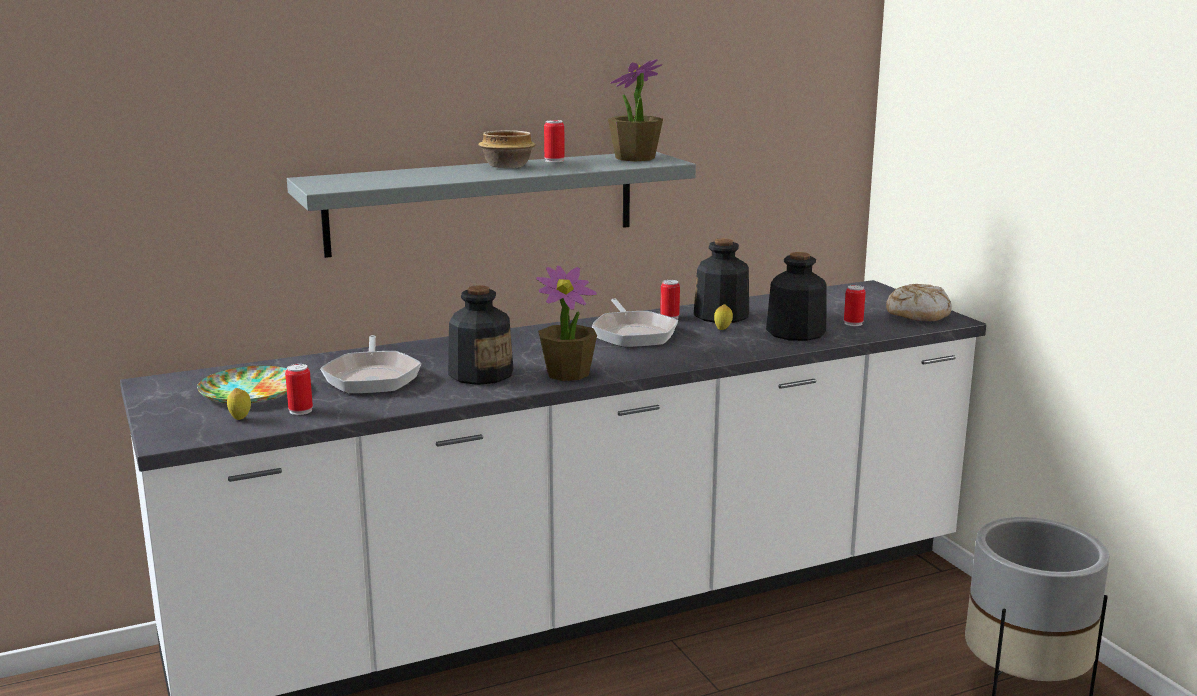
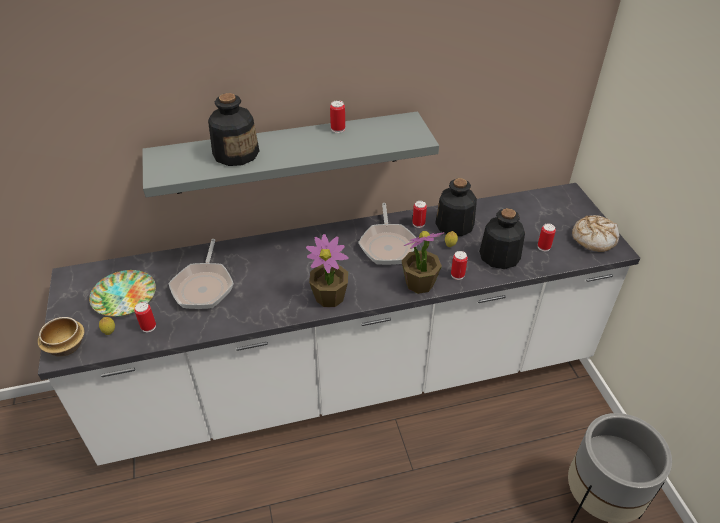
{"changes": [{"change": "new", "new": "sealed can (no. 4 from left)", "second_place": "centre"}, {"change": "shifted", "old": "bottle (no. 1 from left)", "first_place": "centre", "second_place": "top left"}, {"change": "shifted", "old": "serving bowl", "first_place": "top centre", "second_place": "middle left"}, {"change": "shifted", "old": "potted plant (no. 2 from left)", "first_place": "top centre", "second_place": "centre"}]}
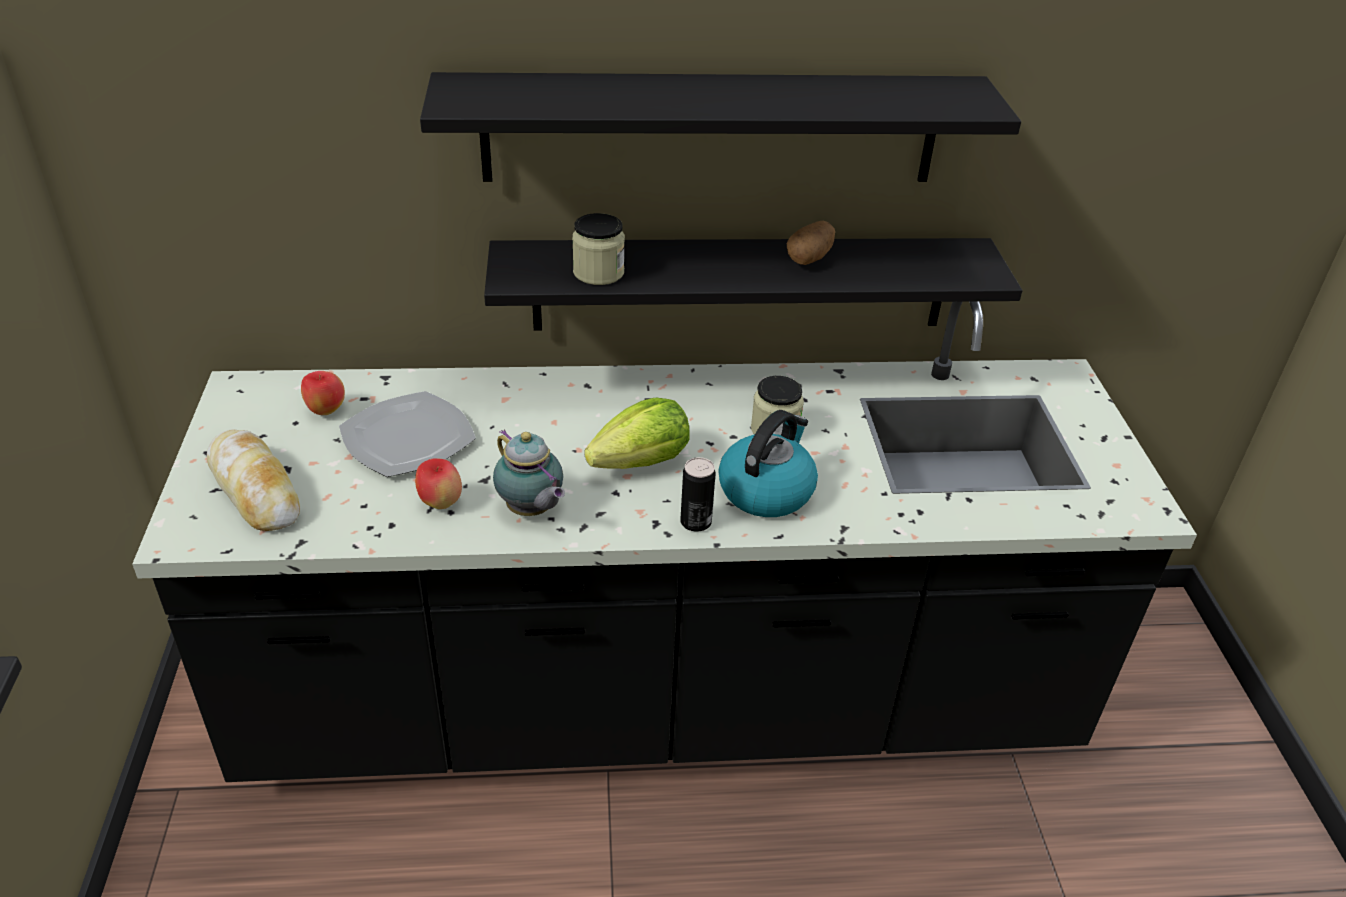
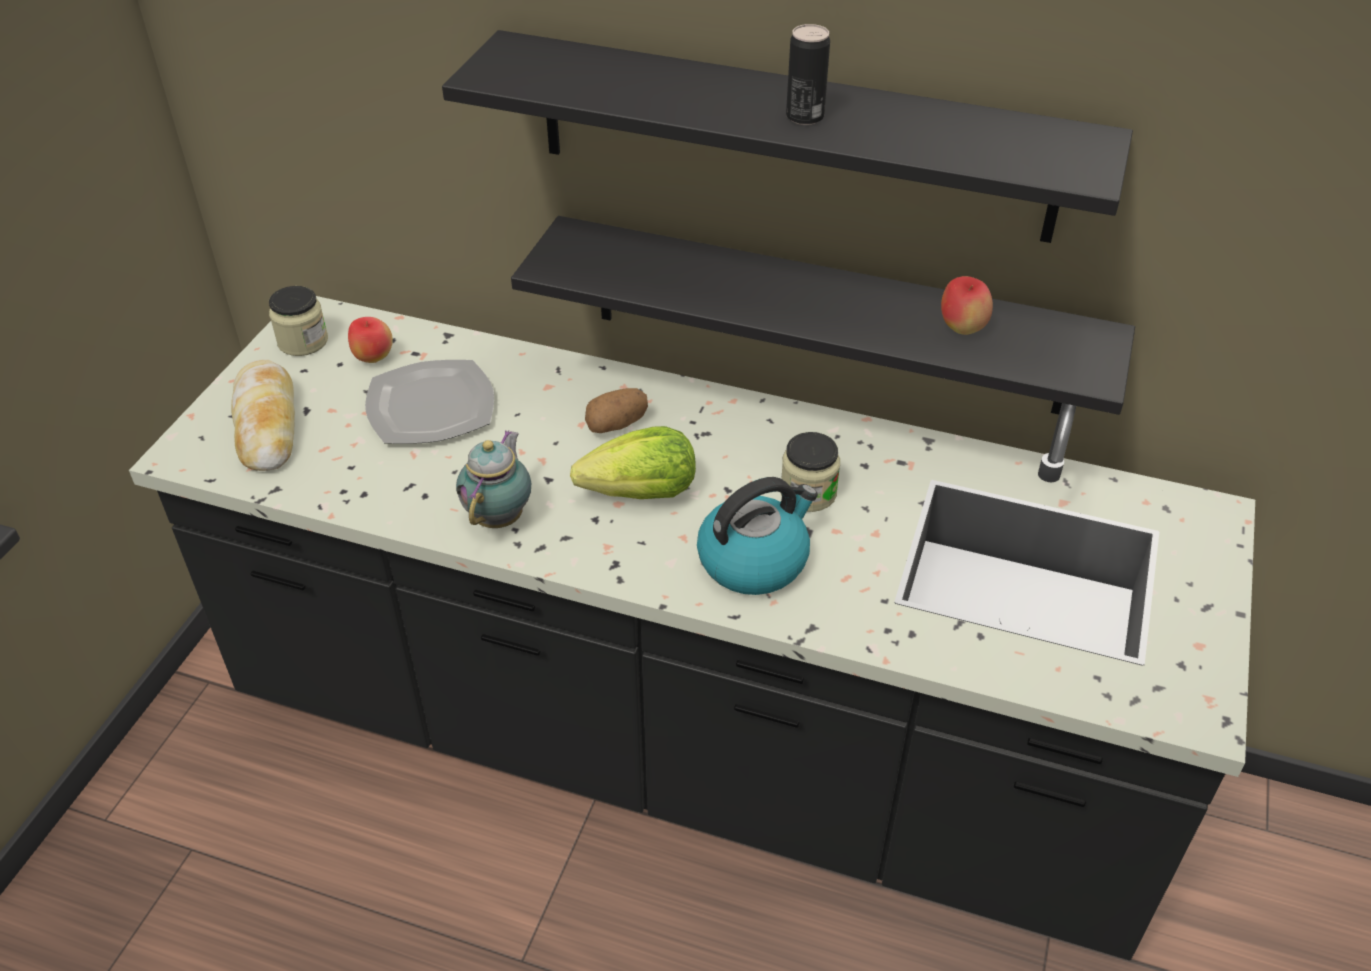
{"changes": [{"change": "shifted", "old": "apple (no. 2 from left)", "first_place": "middle left", "second_place": "top right"}, {"change": "shifted", "old": "preserve jar (no. 1 from left)", "first_place": "top centre", "second_place": "top left"}, {"change": "shifted", "old": "sealed can", "first_place": "centre", "second_place": "top centre"}, {"change": "shifted", "old": "whole potato", "first_place": "top centre", "second_place": "centre"}, {"change": "rotated", "old": "pot for tea", "first_place": "centre", "second_place": "centre", "degrees": -150}]}
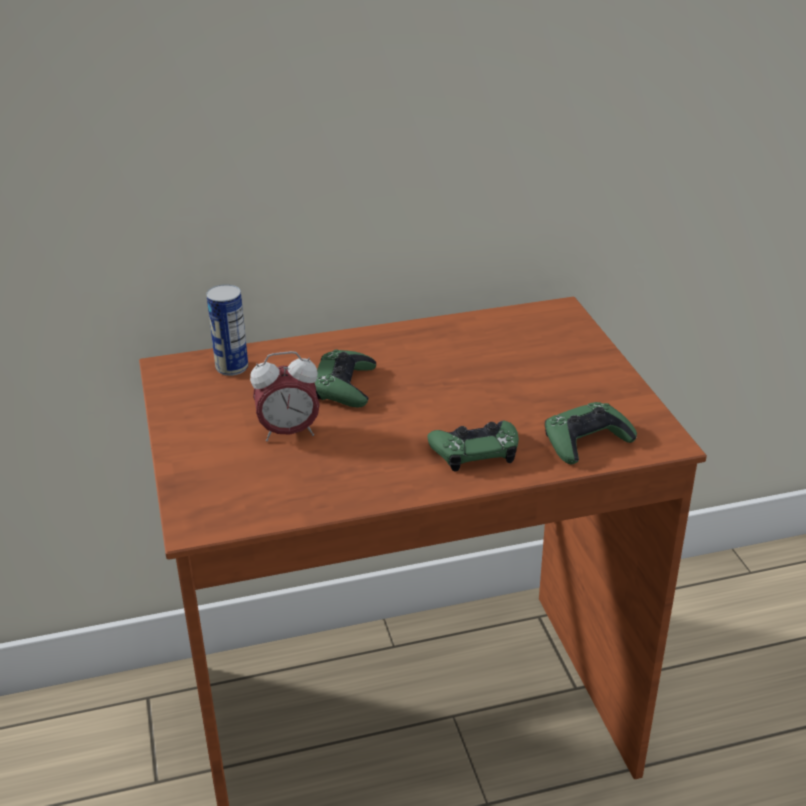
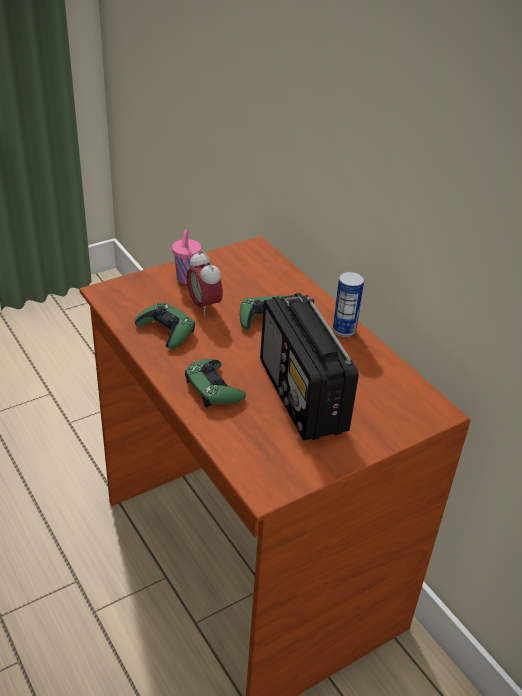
{"changes": [{"change": "new", "new": "cup in pink", "second_place": "centre"}, {"change": "new", "new": "radio receiver", "second_place": "centre"}, {"change": "shifted", "old": "sealed can", "first_place": "middle left", "second_place": "middle right"}, {"change": "shifted", "old": "gamepad in green-coloured (no. 3 from left in the first image)", "new": "gamepad in green-coloured (no. 1 from left)", "first_place": "middle right", "second_place": "middle left"}]}
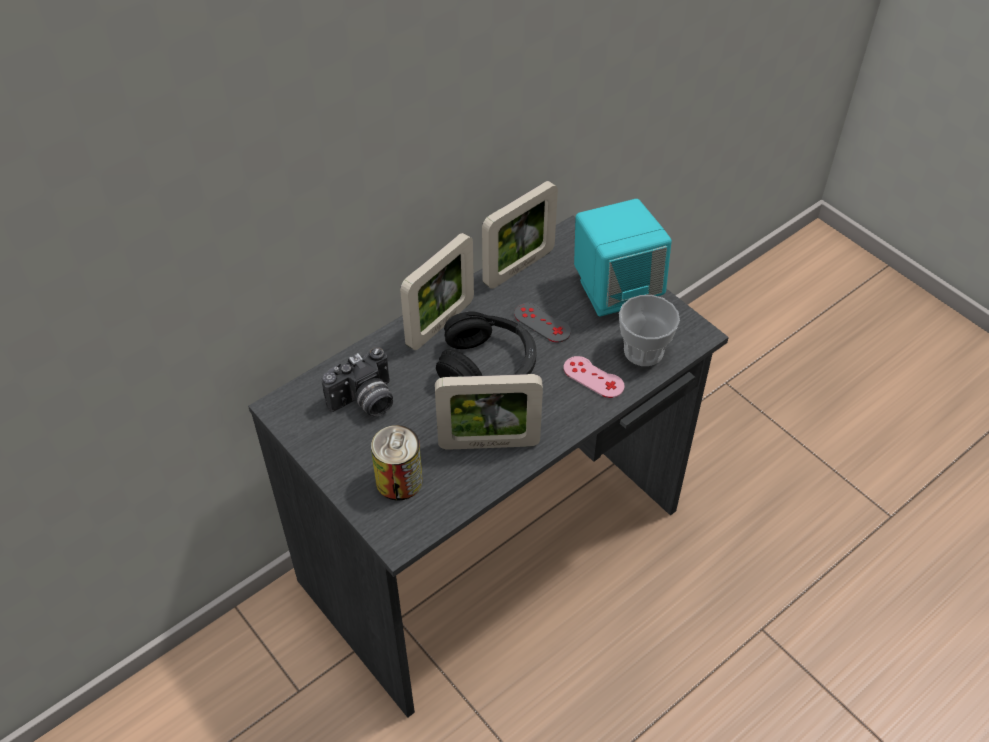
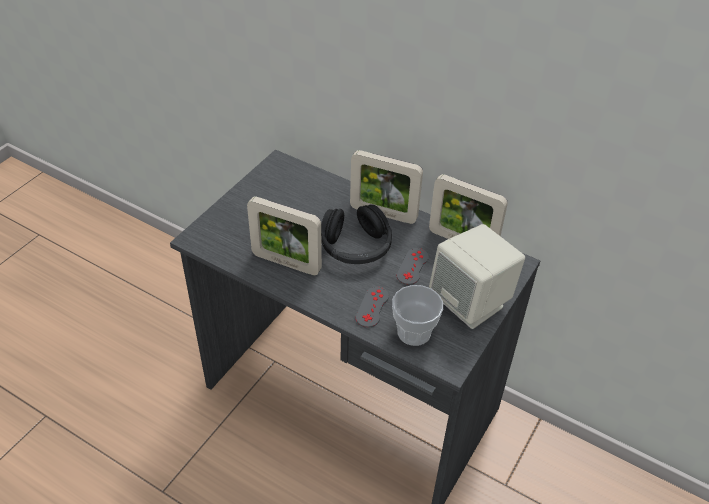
{"changes": [{"change": "gone", "old": "photo camera", "first_place": "centre"}, {"change": "gone", "old": "sealed can", "first_place": "centre"}, {"change": "repainted", "old": "gamepad in pink", "new": "gamepad in greyish (no. 1 from left)", "first_place": "centre", "second_place": "centre"}, {"change": "repainted", "old": "loudspeaker in blue-green", "new": "loudspeaker in beige-coloured", "first_place": "centre", "second_place": "middle right"}, {"change": "rotated", "old": "standing frame (no. 2 from left in the first image)", "first_place": "centre", "second_place": "centre", "degrees": -45}]}
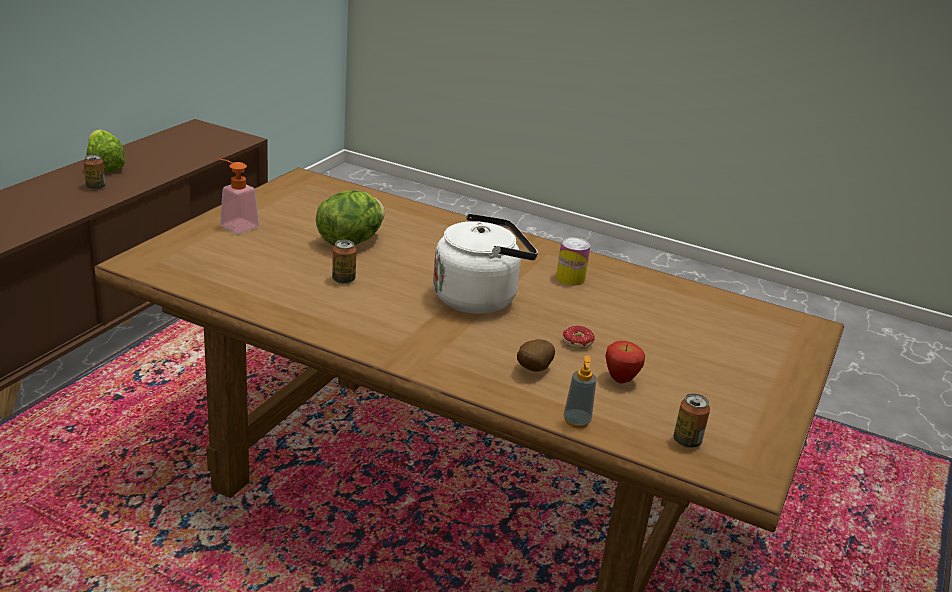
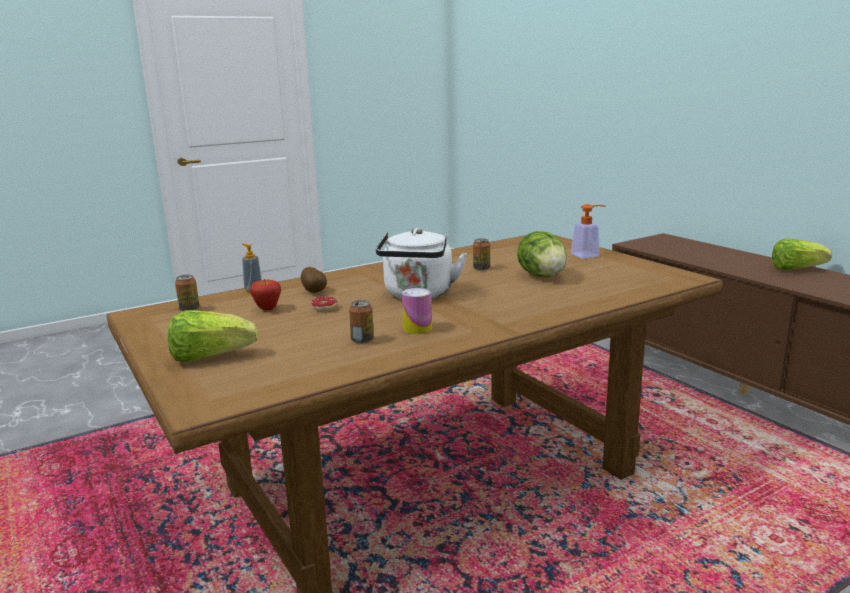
{"changes": [{"change": "new", "new": "lettuce head (no. 1 from left)", "second_place": "middle left"}, {"change": "shifted", "old": "sealed can (no. 1 from left in the first image)", "new": "sealed can (no. 2 from left)", "first_place": "top left", "second_place": "centre"}]}
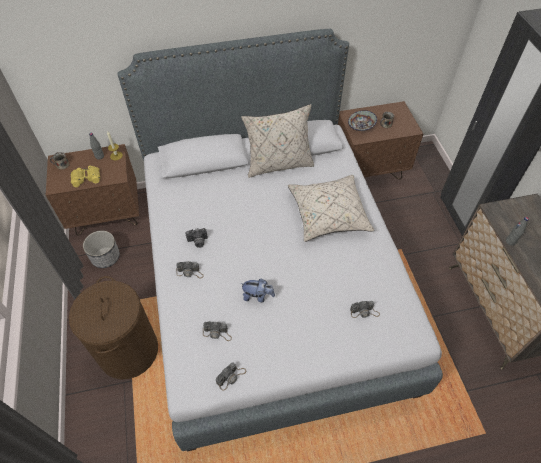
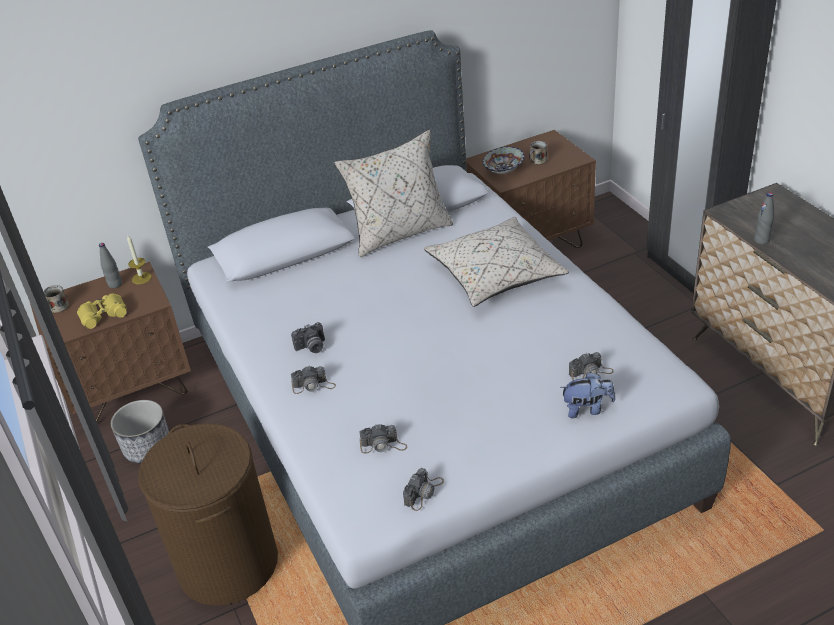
{"changes": [{"change": "shifted", "old": "plush toy", "first_place": "centre", "second_place": "middle right"}]}
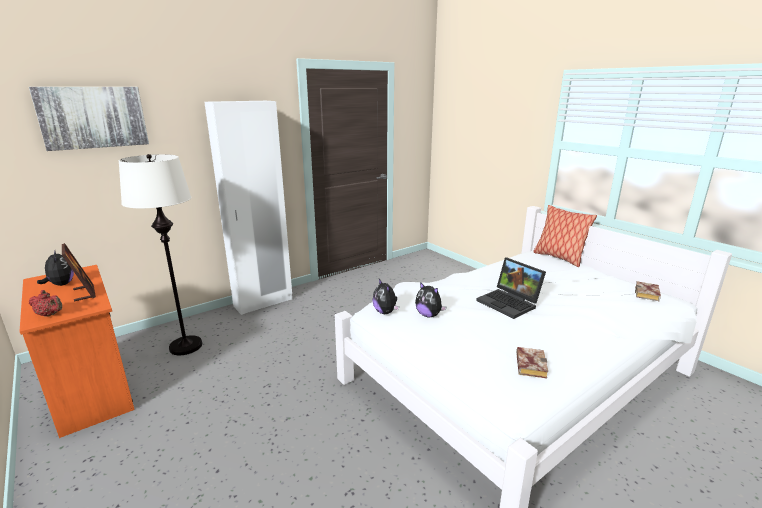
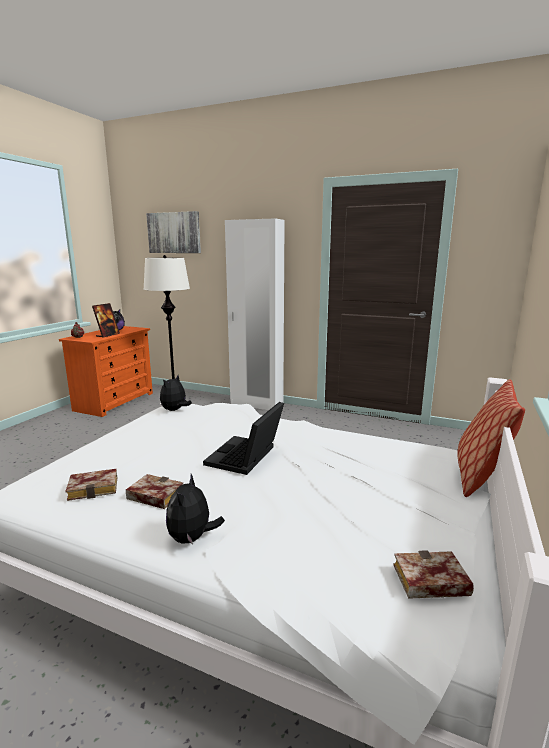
{"changes": [{"change": "new", "new": "bound book (no. 2 from left)", "second_place": "middle left"}, {"change": "shifted", "old": "plush toy (no. 3 from left)", "first_place": "centre", "second_place": "bottom centre"}]}
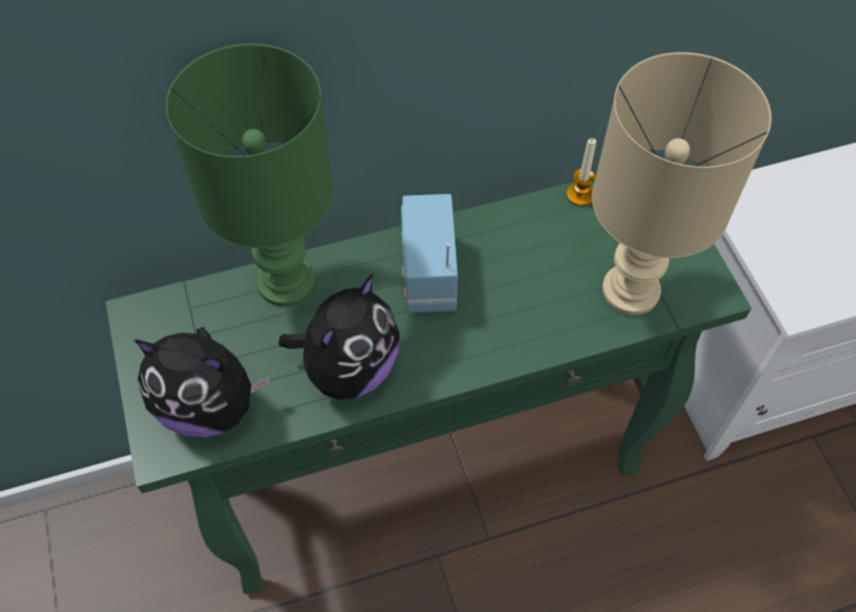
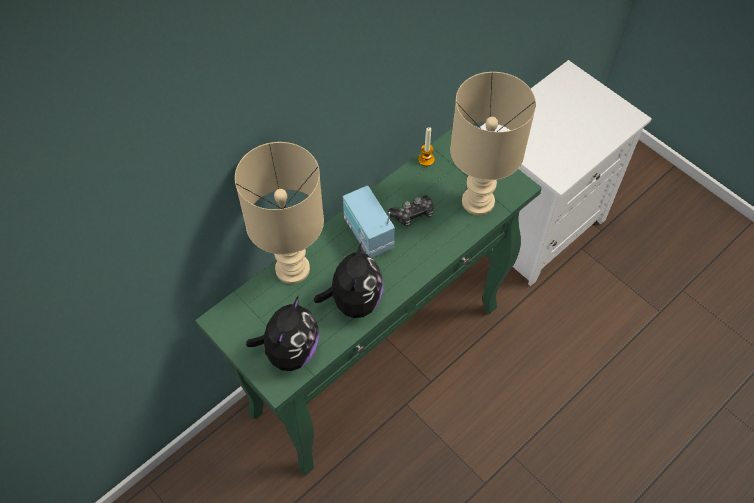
{"changes": [{"change": "new", "new": "gamepad", "second_place": "centre"}, {"change": "repainted", "old": "lamp for a table in green-coloured", "new": "lamp for a table in beige-coloured (no. 1 from left)", "first_place": "top left", "second_place": "centre"}, {"change": "rotated", "old": "plush toy (no. 1 from left)", "first_place": "middle left", "second_place": "centre", "degrees": -60}]}
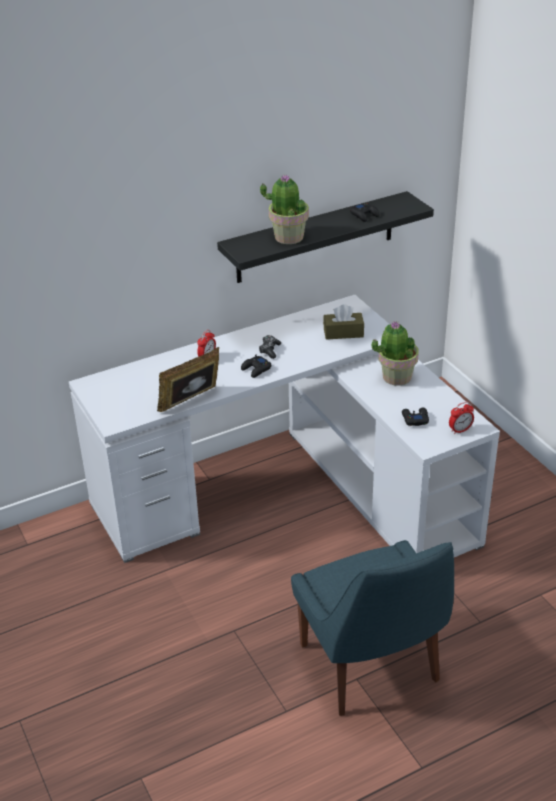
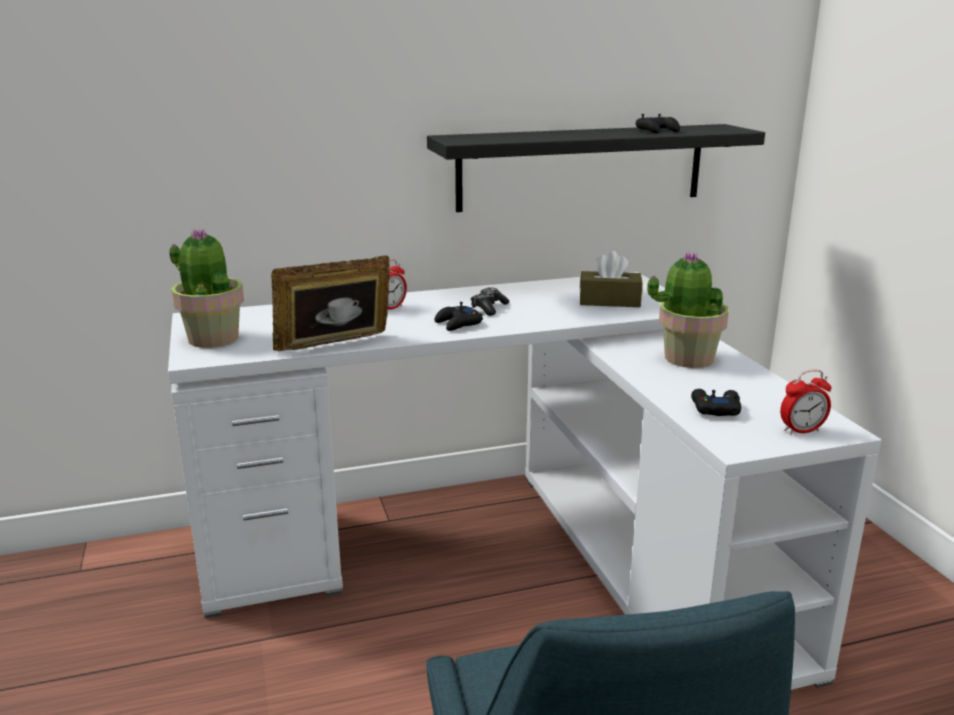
{"changes": [{"change": "shifted", "old": "potted plant (no. 1 from left)", "first_place": "top centre", "second_place": "middle left"}]}
